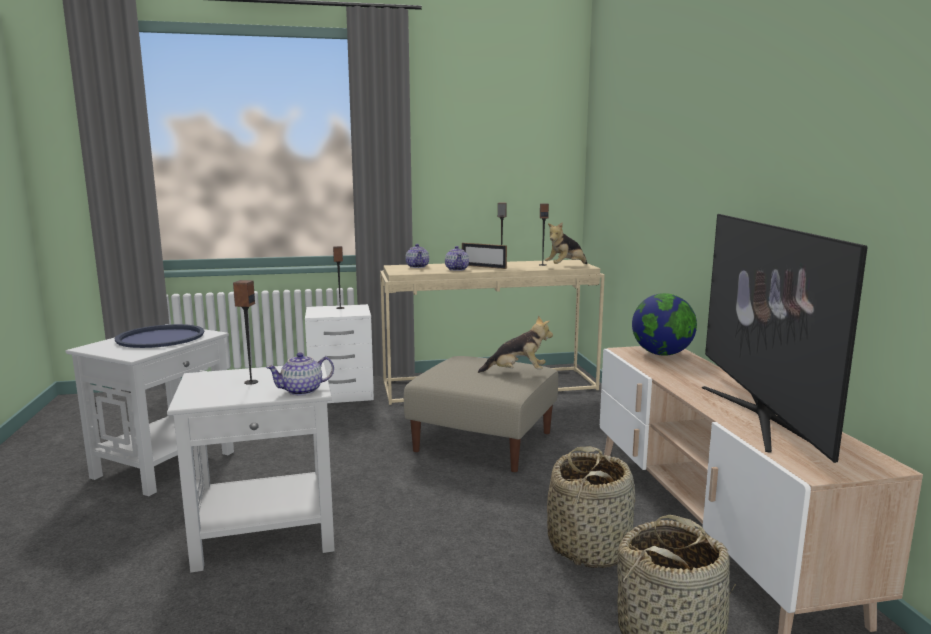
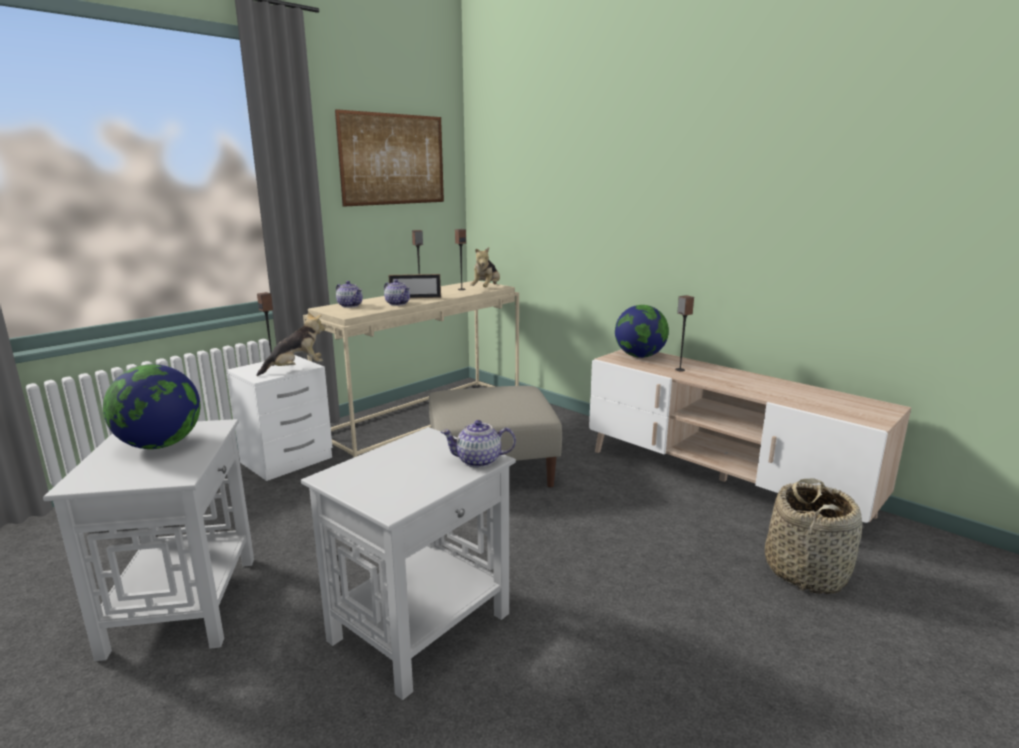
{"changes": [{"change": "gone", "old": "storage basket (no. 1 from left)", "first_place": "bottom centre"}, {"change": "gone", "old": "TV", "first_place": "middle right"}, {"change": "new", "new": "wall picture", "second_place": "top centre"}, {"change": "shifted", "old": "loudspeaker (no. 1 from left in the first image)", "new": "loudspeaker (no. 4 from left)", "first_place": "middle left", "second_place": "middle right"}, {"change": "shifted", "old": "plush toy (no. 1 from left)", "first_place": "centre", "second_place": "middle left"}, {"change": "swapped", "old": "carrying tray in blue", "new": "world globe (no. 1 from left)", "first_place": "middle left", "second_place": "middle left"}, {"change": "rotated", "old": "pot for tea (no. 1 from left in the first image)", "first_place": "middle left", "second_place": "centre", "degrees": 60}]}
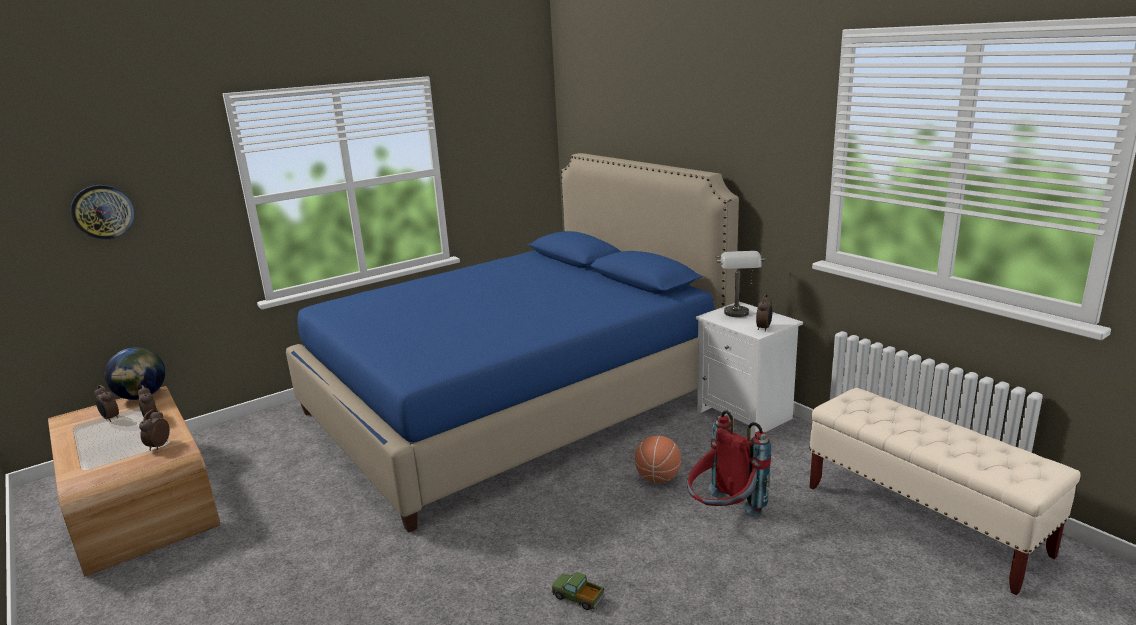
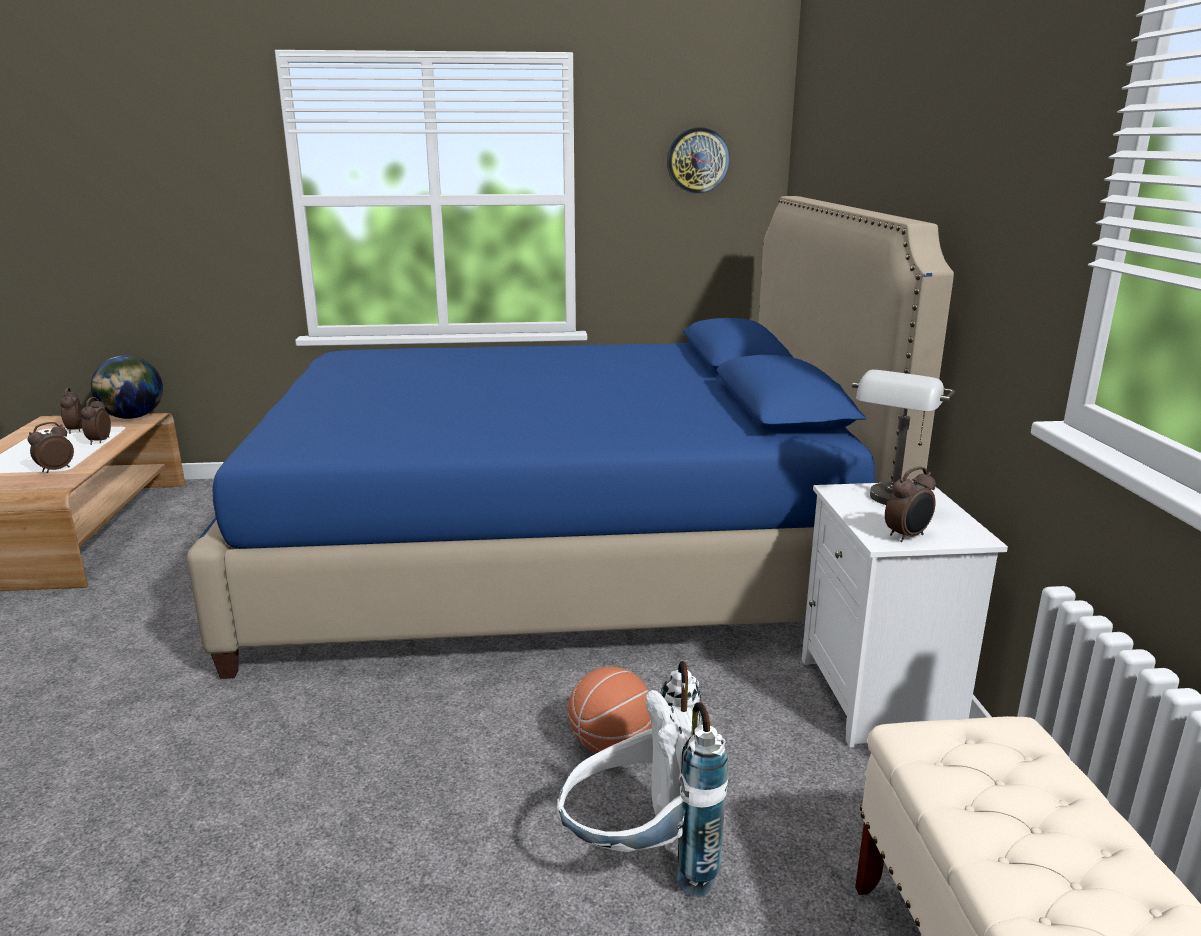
{"changes": [{"change": "gone", "old": "model truck", "first_place": "bottom centre"}, {"change": "shifted", "old": "hanging clock", "first_place": "middle left", "second_place": "top centre"}, {"change": "repainted", "old": "rucksack in red", "new": "rucksack in whitish", "first_place": "bottom centre", "second_place": "bottom centre"}]}
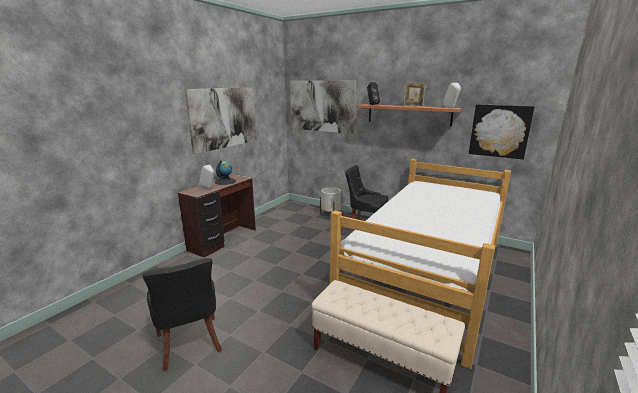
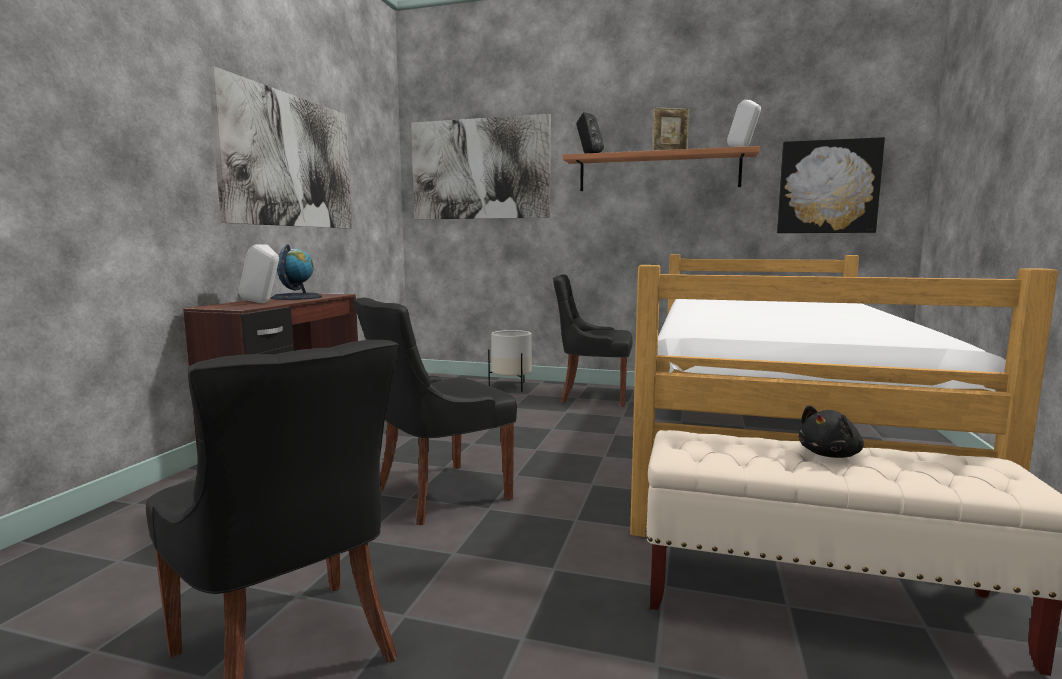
{"changes": [{"change": "new", "new": "upright chair in blackish (no. 2 from left)", "second_place": "centre"}, {"change": "new", "new": "plush toy in blackish", "second_place": "middle right"}]}
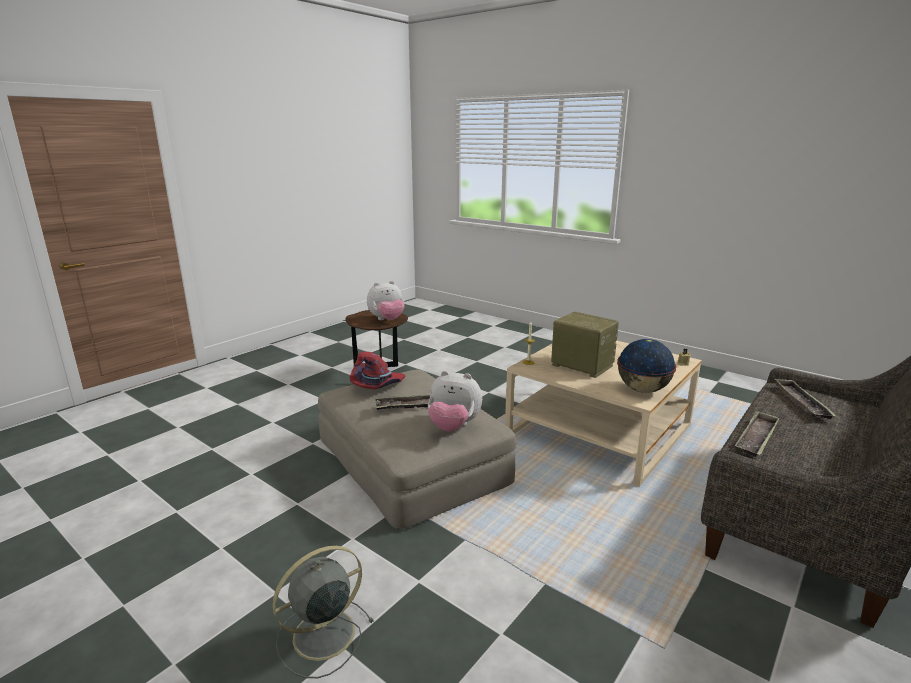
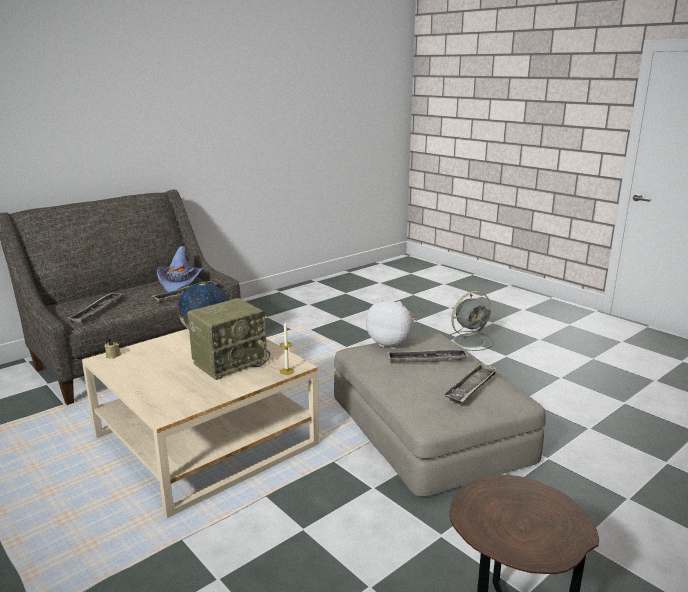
{"changes": [{"change": "gone", "old": "plush toy (no. 1 from left)", "first_place": "centre"}, {"change": "new", "new": "wearable hat in purplish", "second_place": "middle left"}, {"change": "swapped", "old": "wearable hat in red", "new": "carrying tray (no. 4 from left)", "first_place": "centre", "second_place": "middle right"}, {"change": "rotated", "old": "radio receiver", "first_place": "centre", "second_place": "middle left", "degrees": -90}]}
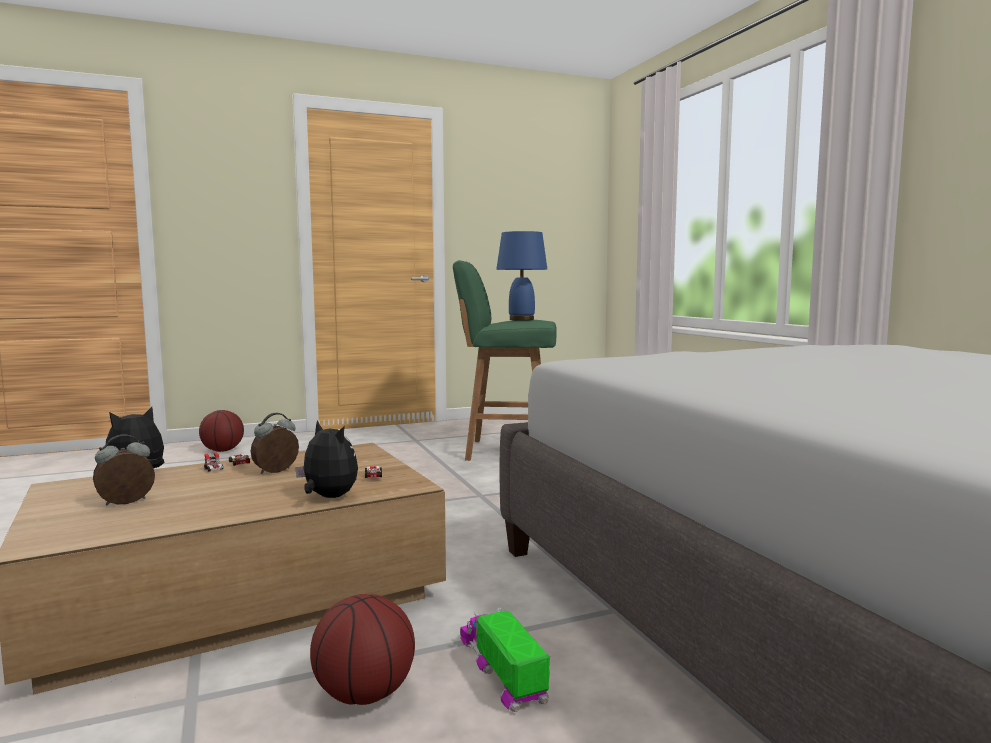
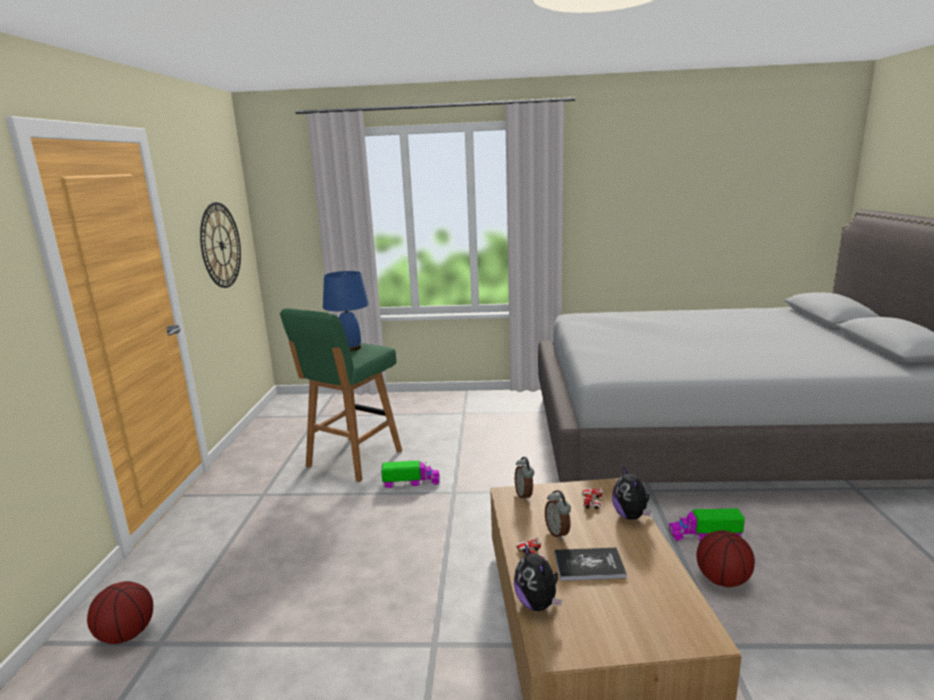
{"changes": [{"change": "new", "new": "hanging clock", "second_place": "middle left"}, {"change": "new", "new": "model truck (no. 1 from left)", "second_place": "bottom centre"}, {"change": "new", "new": "bound book", "second_place": "bottom centre"}, {"change": "shifted", "old": "bedside clock (no. 1 from left)", "first_place": "middle left", "second_place": "bottom centre"}, {"change": "rotated", "old": "plush toy (no. 2 from left)", "first_place": "middle left", "second_place": "bottom right", "degrees": -75}]}
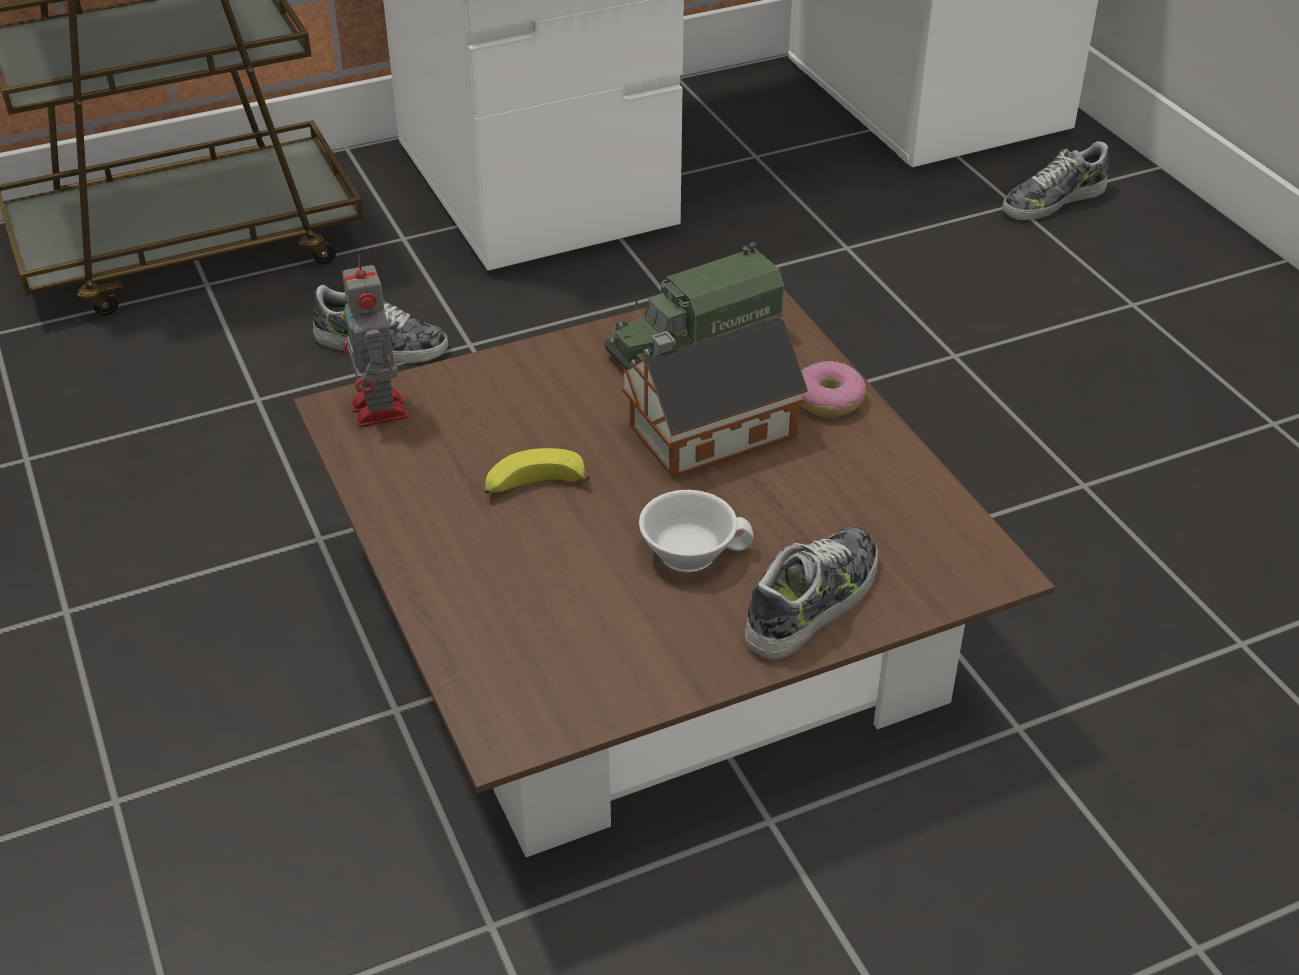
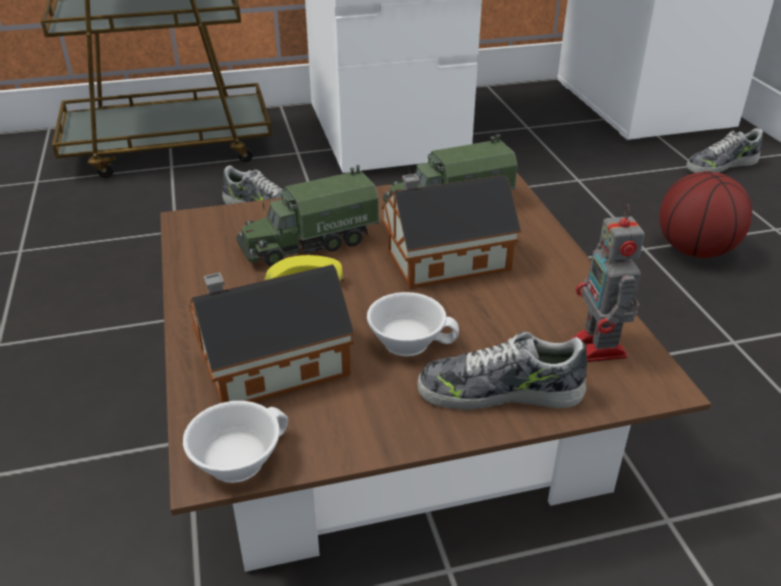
{"changes": [{"change": "gone", "old": "ring doughnut", "first_place": "centre"}, {"change": "new", "new": "cup in whitish (no. 1 from left)", "second_place": "bottom left"}, {"change": "new", "new": "model house (no. 1 from left)", "second_place": "centre"}, {"change": "new", "new": "model truck (no. 1 from left)", "second_place": "centre"}, {"change": "new", "new": "basketball ball", "second_place": "middle right"}, {"change": "shifted", "old": "model robot", "first_place": "middle left", "second_place": "middle right"}, {"change": "rotated", "old": "item of footwear (no. 2 from left)", "first_place": "centre", "second_place": "centre", "degrees": -135}]}
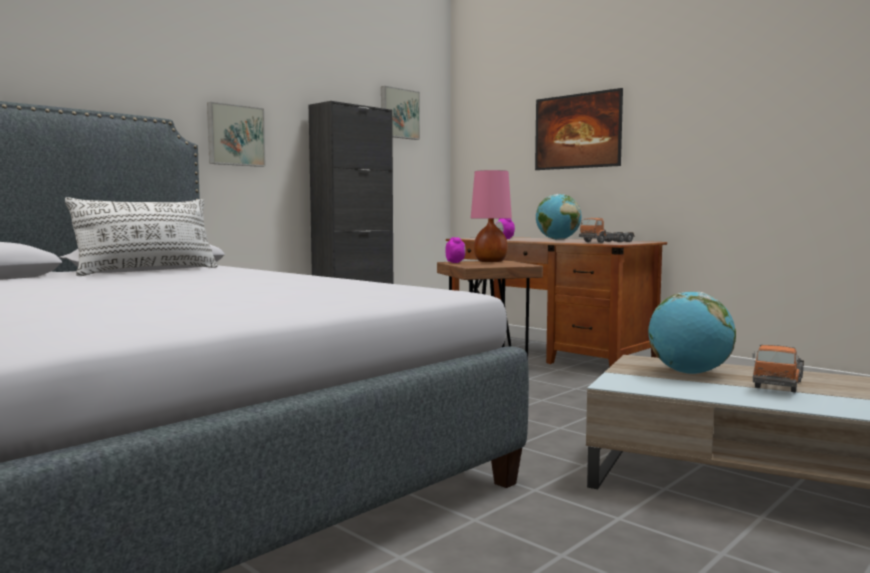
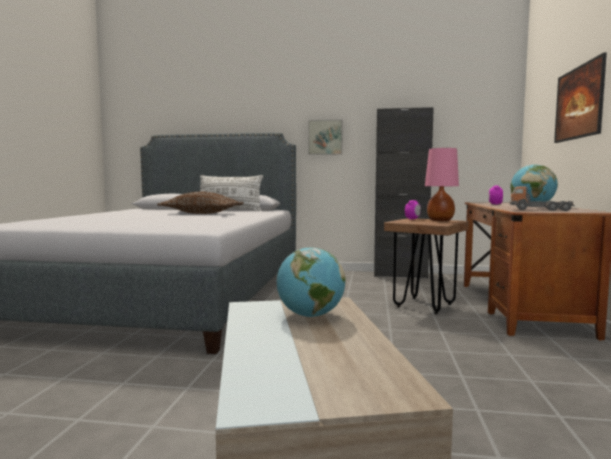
{"changes": [{"change": "gone", "old": "wall picture (no. 2 from left)", "first_place": "top centre"}, {"change": "gone", "old": "model truck (no. 2 from left)", "first_place": "middle right"}, {"change": "new", "new": "throw pillow in brownish", "second_place": "middle left"}]}
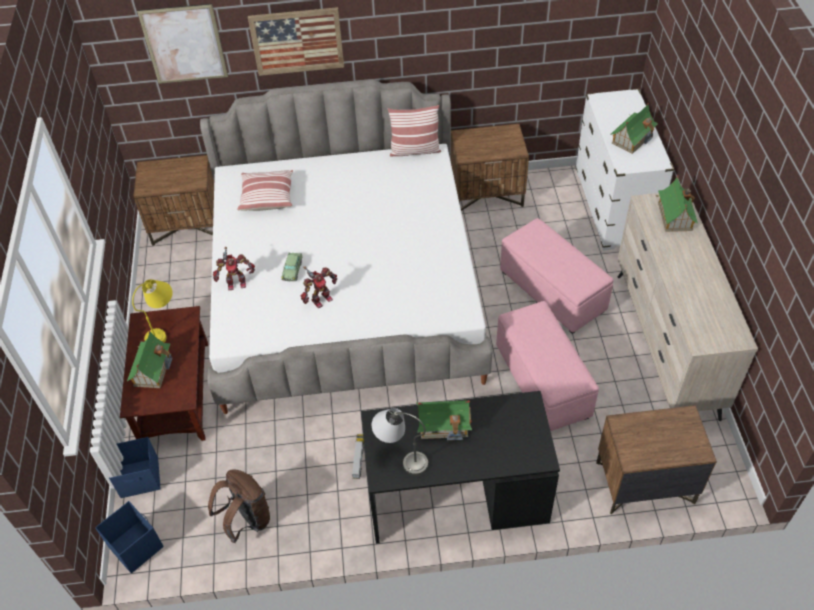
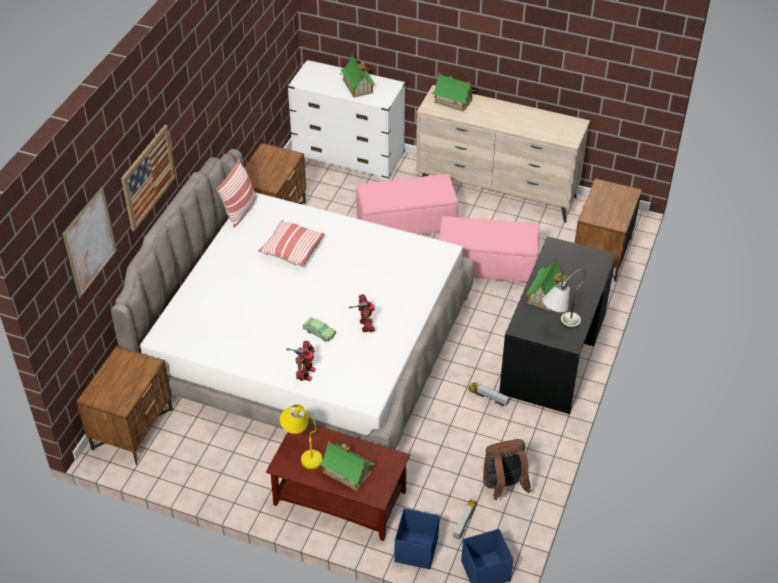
{"changes": [{"change": "new", "new": "model truck (no. 1 from left)", "second_place": "bottom centre"}, {"change": "shifted", "old": "throw pillow (no. 1 from left in the first image)", "new": "throw pillow (no. 2 from left)", "first_place": "top left", "second_place": "centre"}]}
